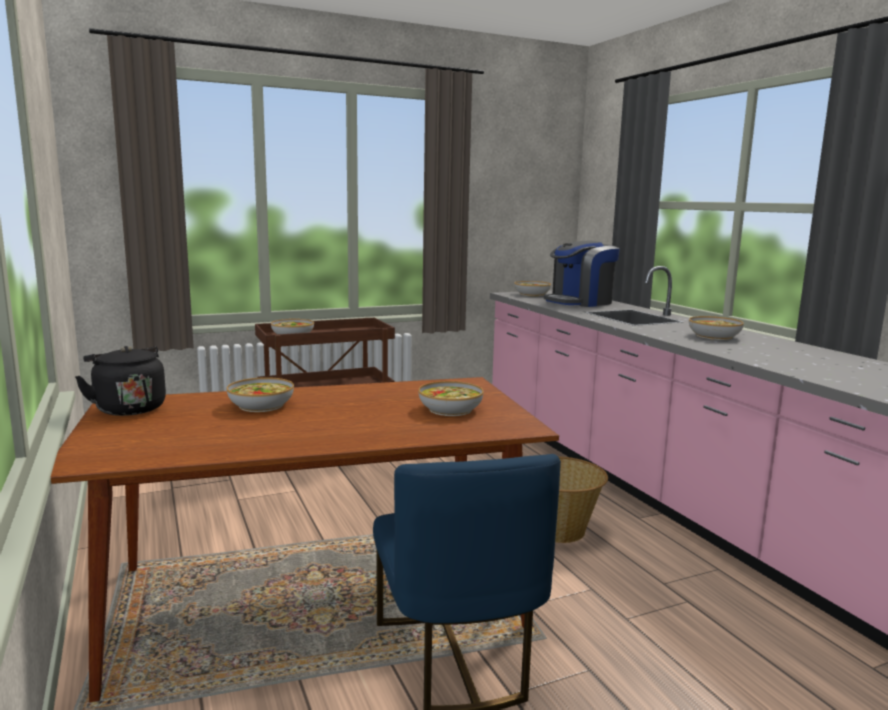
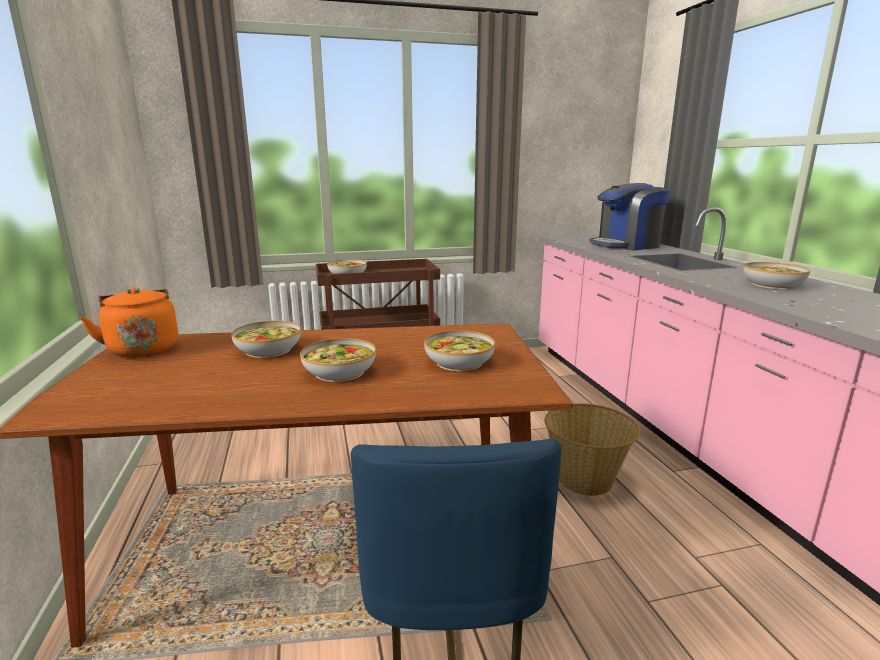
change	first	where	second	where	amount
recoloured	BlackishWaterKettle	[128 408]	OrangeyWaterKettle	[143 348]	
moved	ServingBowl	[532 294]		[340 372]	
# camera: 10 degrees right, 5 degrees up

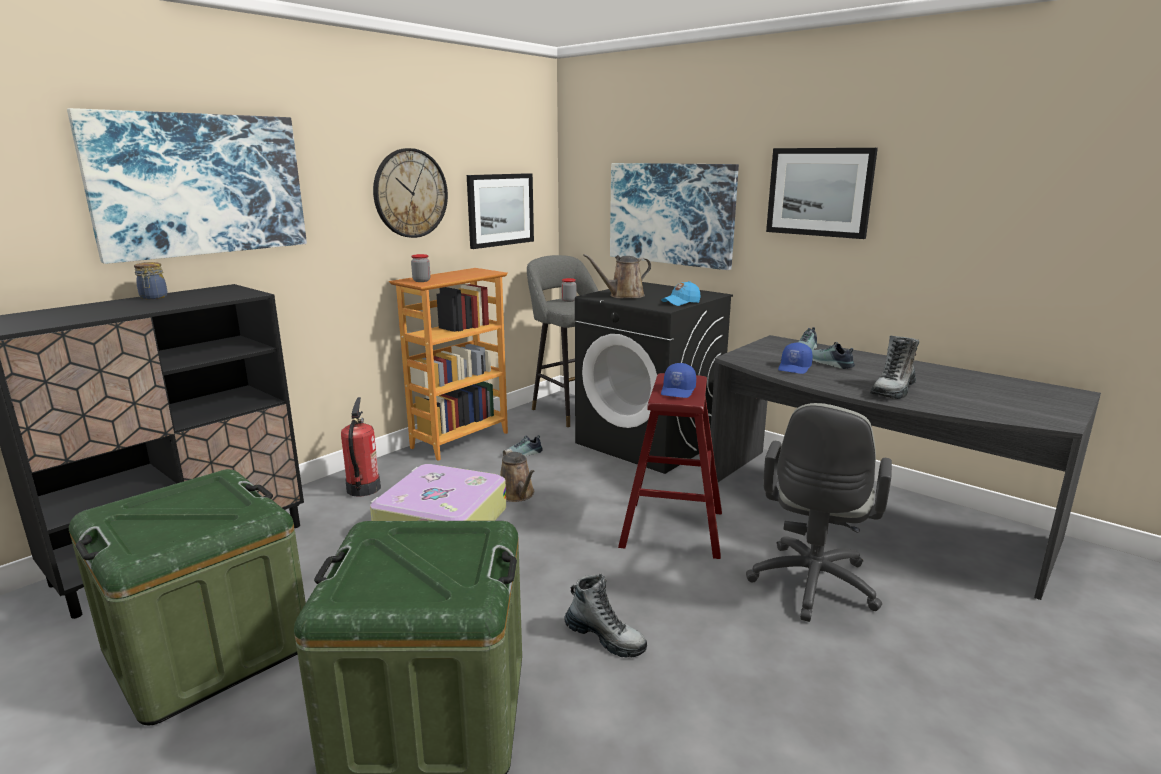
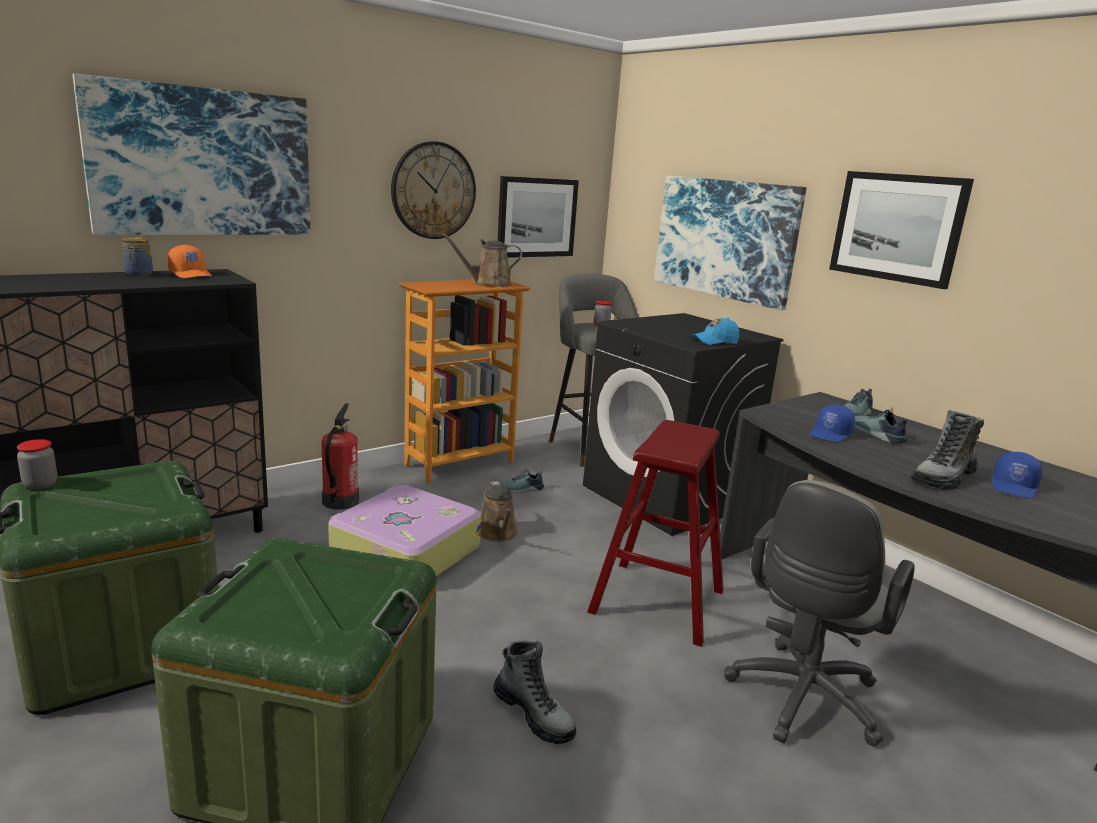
change	first	where	second	where	amount
moved	StorageJar	[421 281]		[40 484]	
added			OrangeyCap	[191 274]	
moved	BrownishSprinklingCan	[623 296]		[488 284]	
moved	BlueCap	[678 391]		[1015 487]	
# camera: 10 degrees right, 0 degrees up

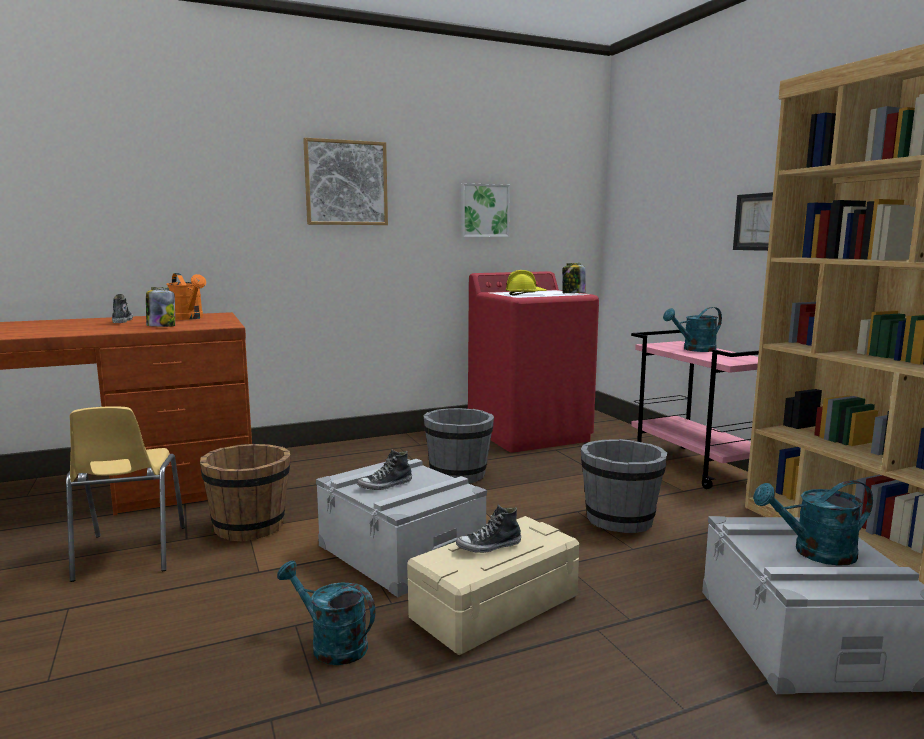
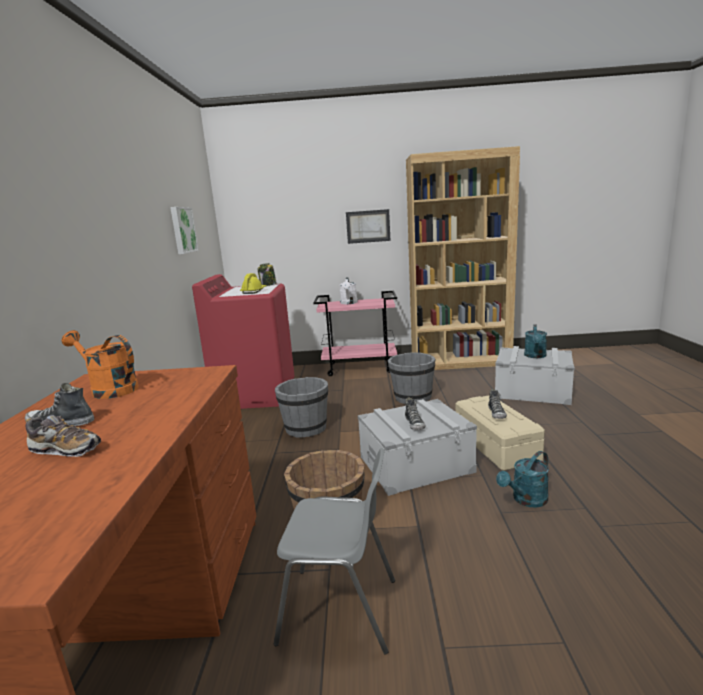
change	first	where	second	where	amount
added			ItemOfFootwear	[66 450]	
turned	OrangeySprinklingCan	[189 318]		[109 389]	135 degrees counterclockwise
recoloured	YellowColouredUprightChair	[129 553]	GreyUprightChair	[340 610]	
recoloured	TurquoiseSprinklingCan	[694 349]	WhitishSprinklingCan	[348 303]	
removed	StorageJar	[161 326]			
removed	WallArt	[346 183]			
# camera: 65 degrees left, 5 degrees up

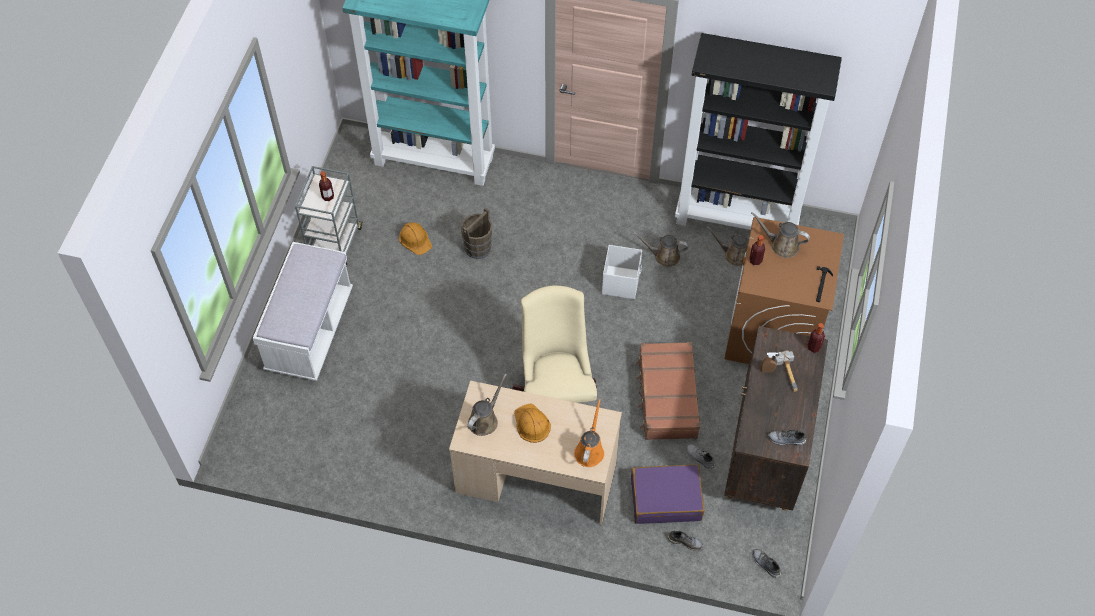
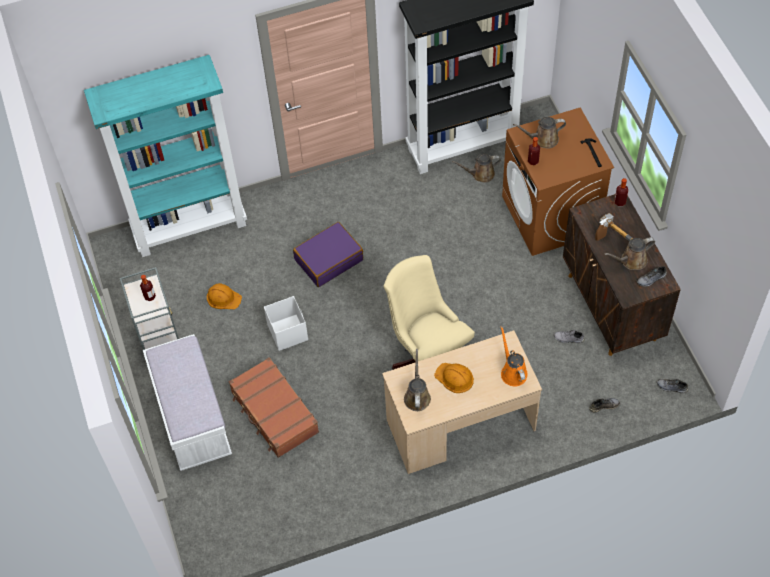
change	first	where	second	where	amount
moved	BrownishTravelCase	[667 397]		[274 413]	
moved	WhitishStorageBin	[621 282]		[288 332]	
moved	PurplishTravelCase	[666 498]		[328 259]	
moved	BrownishSprinklingCan	[664 256]		[631 261]	
removed	BrownishBucket	[478 248]			
# camera: 30 degrees left, 0 degrees up

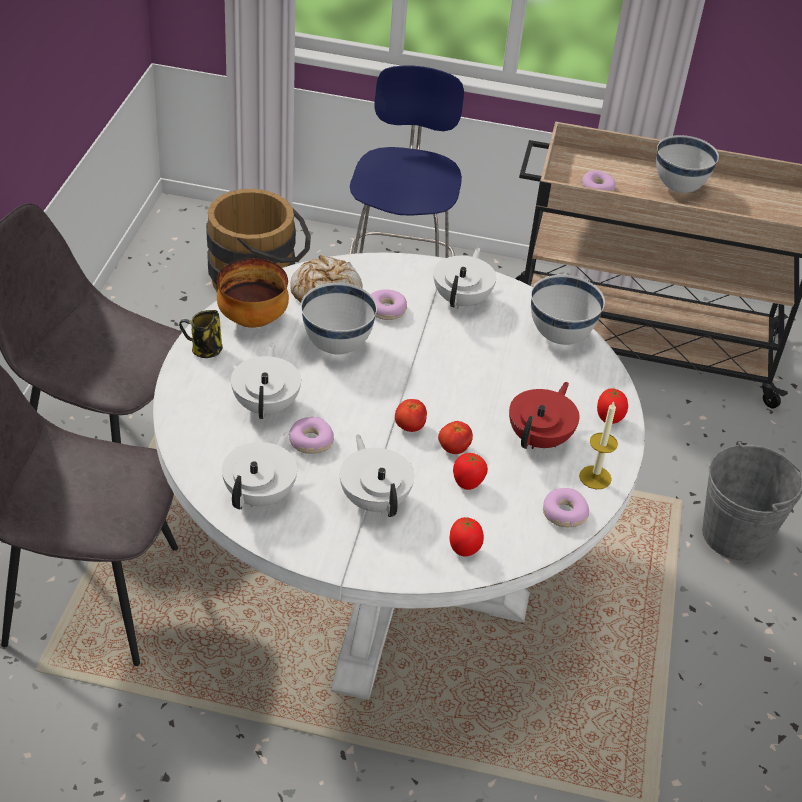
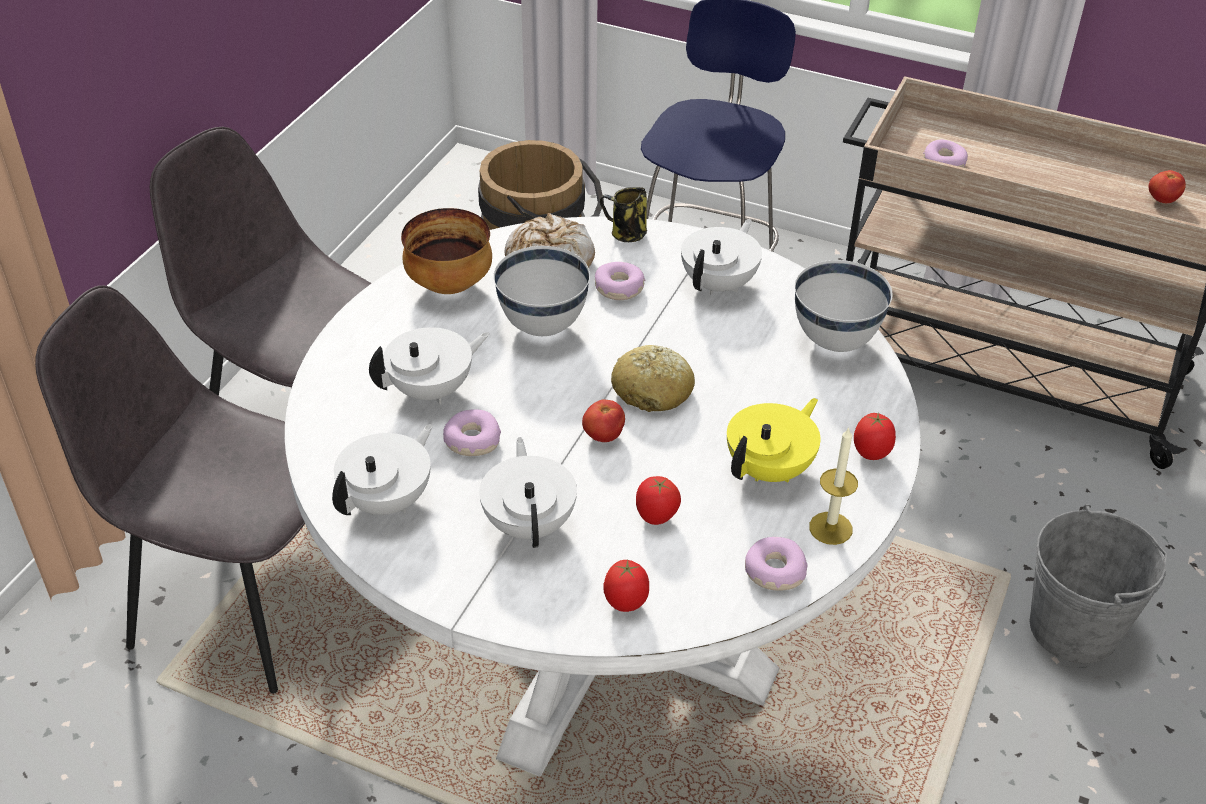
change	first	where	second	where	amount
turned	WhitishPotForTea	[267 405]		[432 390]	45 degrees clockwise
moved	TeaMug	[205 350]		[626 234]	
added			BakedBread	[653 390]	
recoloured	RedPotForTea	[540 438]	YellowColouredPotForTea	[770 469]	
moved	Tomato	[453 449]		[1162 200]	
removed	WhitishServingBowl	[678 187]			
# camera: 15 degrees right, 0 degrees up

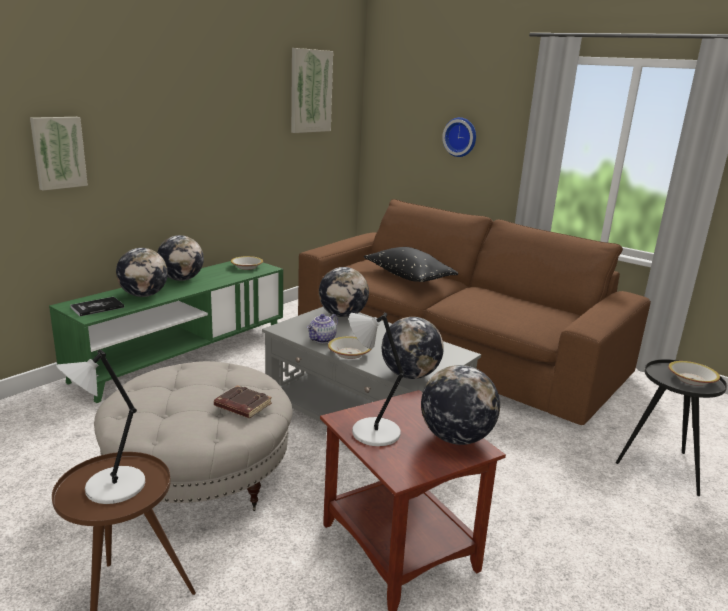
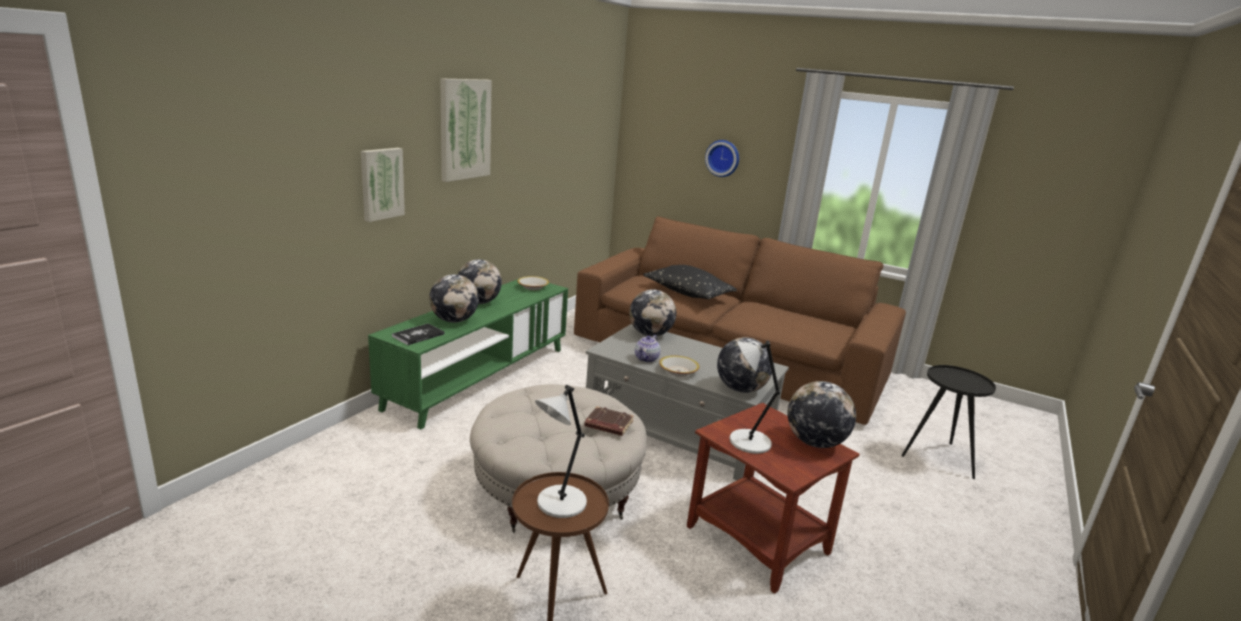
change	first	where	second	where	amount
moved	WallArt	[310 91]		[464 129]	
removed	ServingBowl	[691 379]			
# camera: 10 degrees left, 0 degrees up

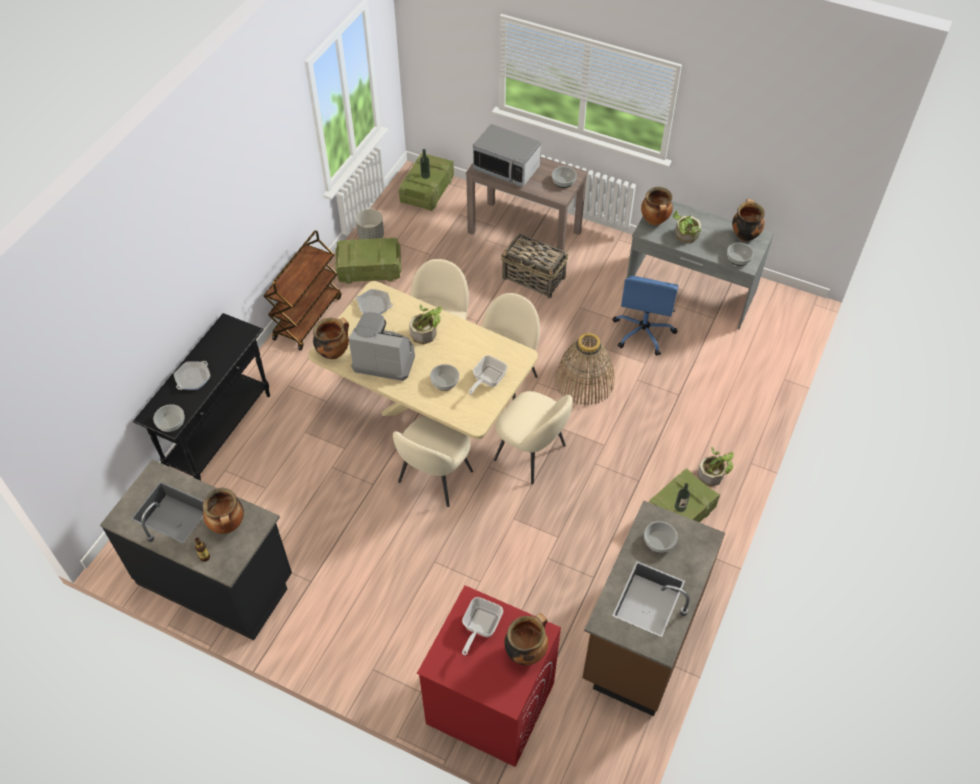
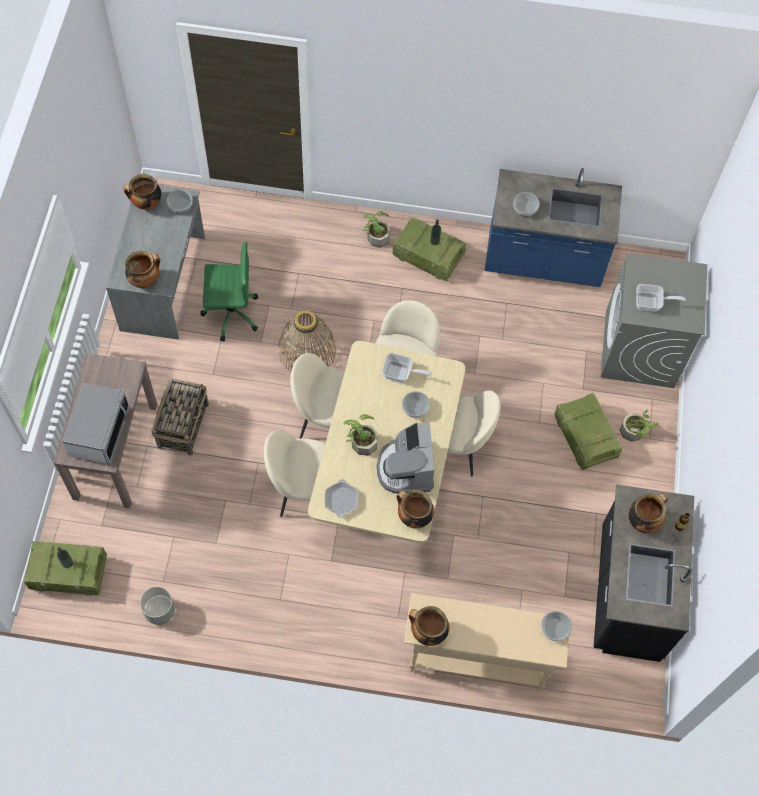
change	first	where	second	where	amount
recoloured	BlueDeskChair	[643 332]	GreenishDeskChair	[230 313]	
recoloured	BlackishHallTable	[220 432]	BeigeColouredHallTable	[476 660]	
moved	Saucepot	[526 651]		[427 632]	
recoloured	BrownishKitchenBaseUnit	[641 636]	BlueKitchenBaseUnit	[543 262]	
moved	ShippingCrate	[368 269]		[585 438]	
recoloured	RedLaundryMachine	[489 703]	GreyLaundryMachine	[639 349]	
moved	Houseplant	[684 236]		[635 432]	
removed	Skillet	[193 378]			
removed	BrownishWheeledCart	[307 317]			
removed	ServingBowl	[564 181]			
# camera: 110 degrees left, 10 degrees up

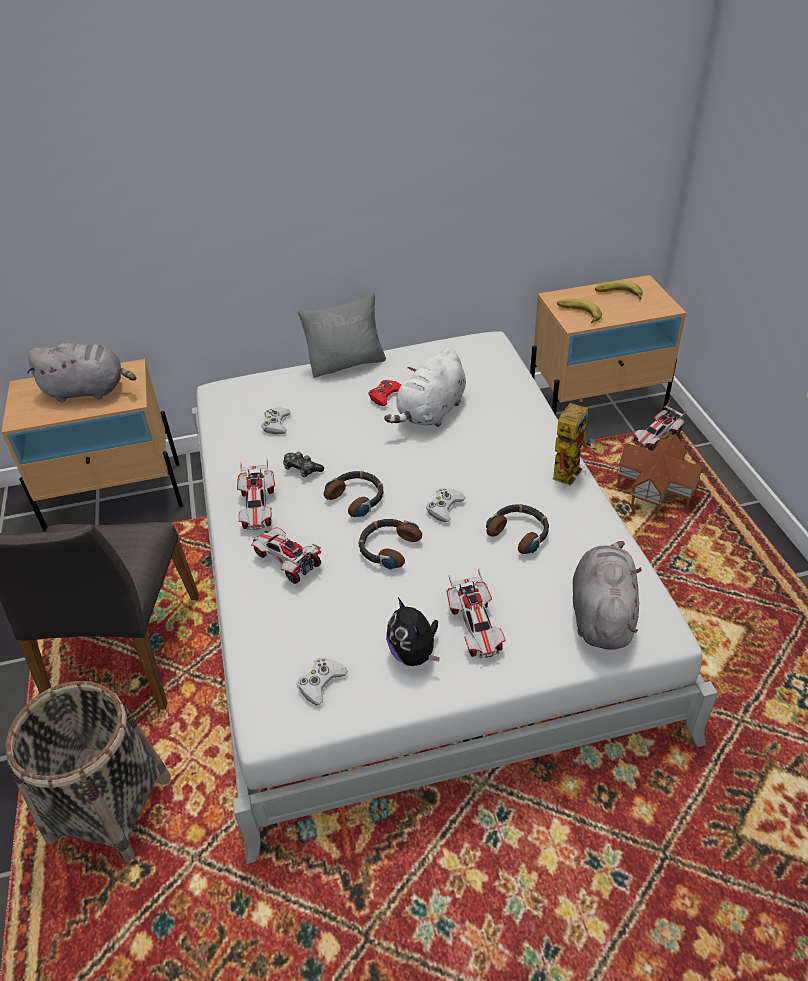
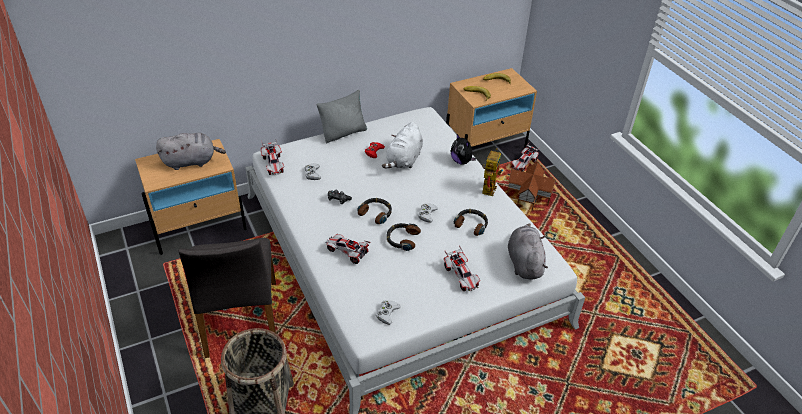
change	first	where	second	where	amount
moved	ModelCar	[258 508]		[273 164]	
moved	PlushToy	[414 654]		[461 161]	
# camera: 15 degrees left, 0 degrees up

